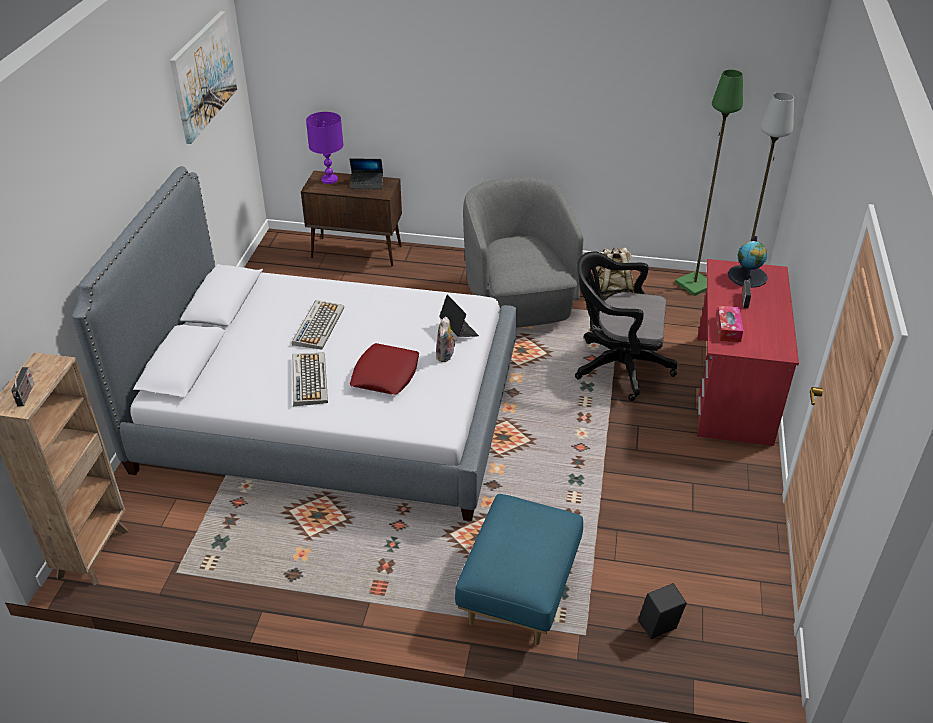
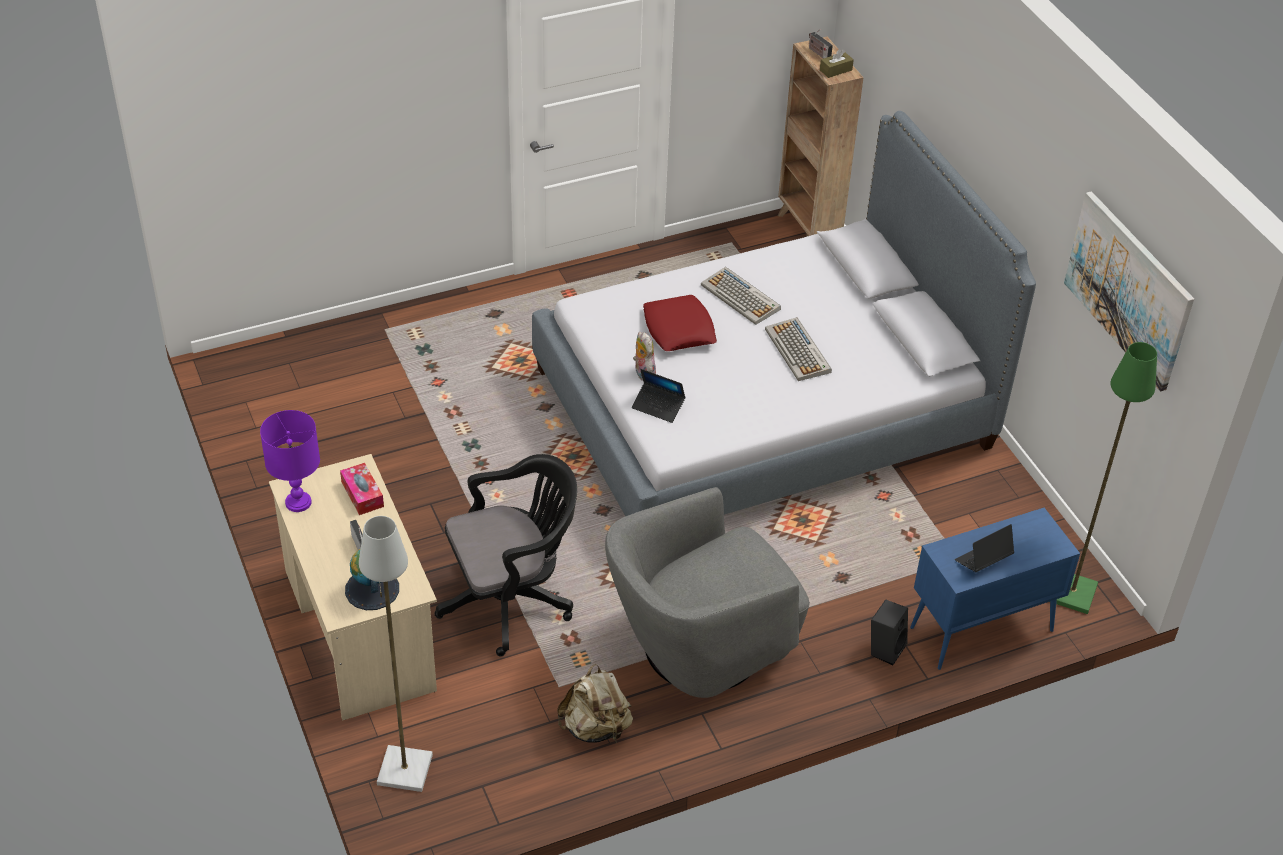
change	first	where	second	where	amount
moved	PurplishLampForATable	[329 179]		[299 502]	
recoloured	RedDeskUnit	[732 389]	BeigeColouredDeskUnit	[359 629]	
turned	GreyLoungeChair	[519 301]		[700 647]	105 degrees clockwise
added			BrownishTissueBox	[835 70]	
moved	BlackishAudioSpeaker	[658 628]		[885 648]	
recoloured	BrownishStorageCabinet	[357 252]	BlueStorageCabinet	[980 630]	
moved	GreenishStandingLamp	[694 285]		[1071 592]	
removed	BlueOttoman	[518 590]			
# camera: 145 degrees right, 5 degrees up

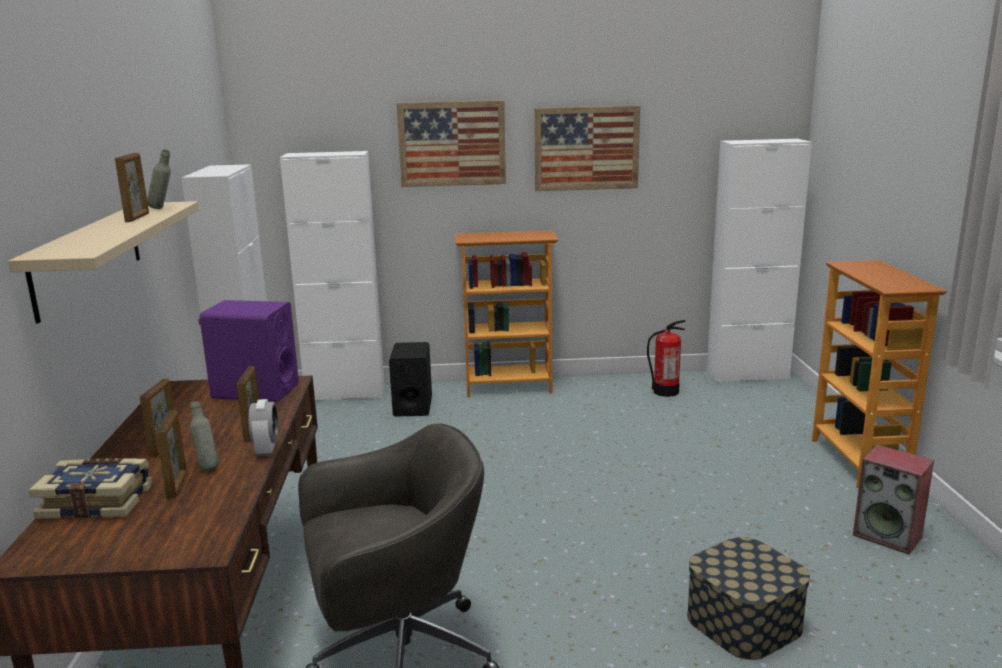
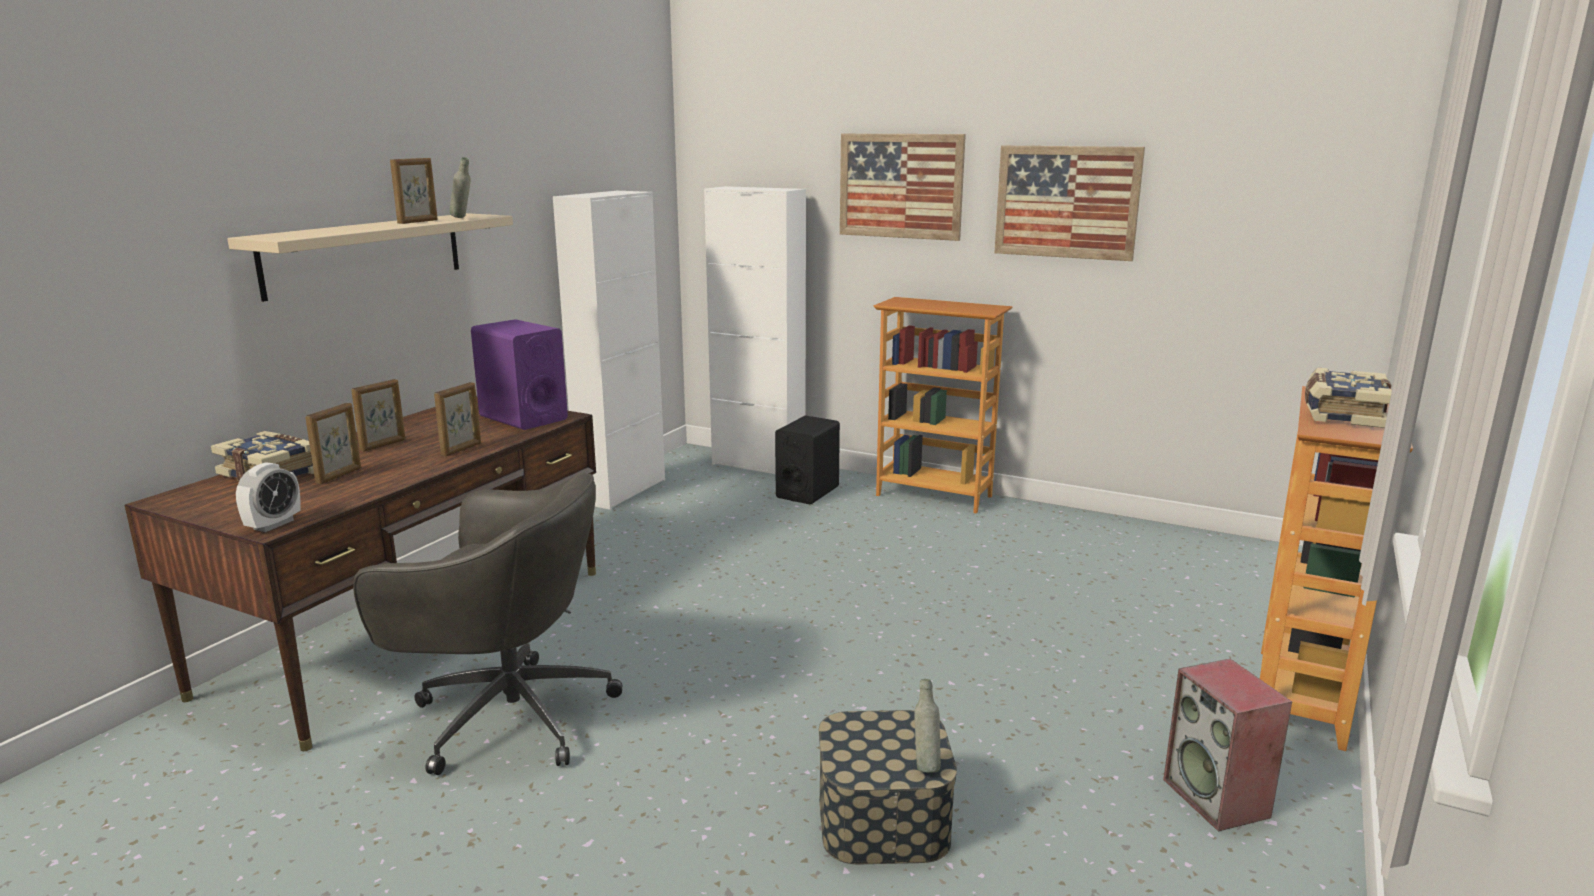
change	first	where	second	where	amount
moved	AlarmClock	[266 449]		[273 524]	
moved	GreyDrinkBottle	[207 467]		[925 765]	
added			Book	[1342 414]	
removed	Extinguisher	[665 391]			
removed	WhitishStorageCabinet	[747 375]			
# camera: 30 degrees right, 0 degrees up

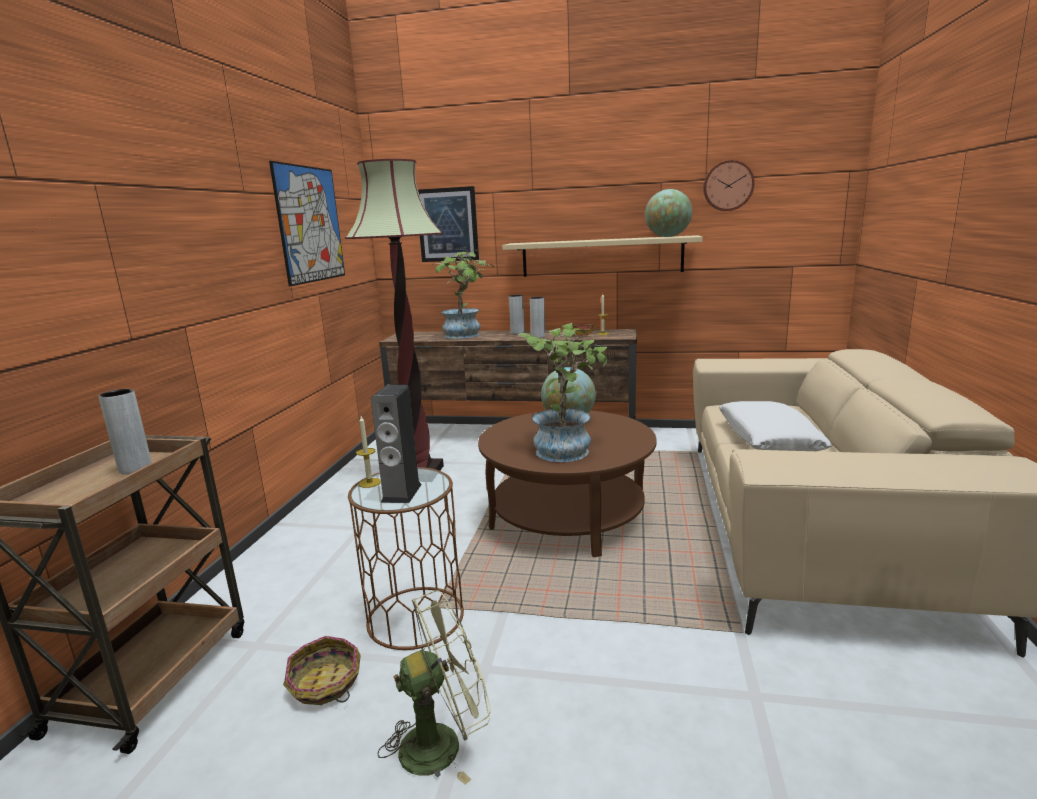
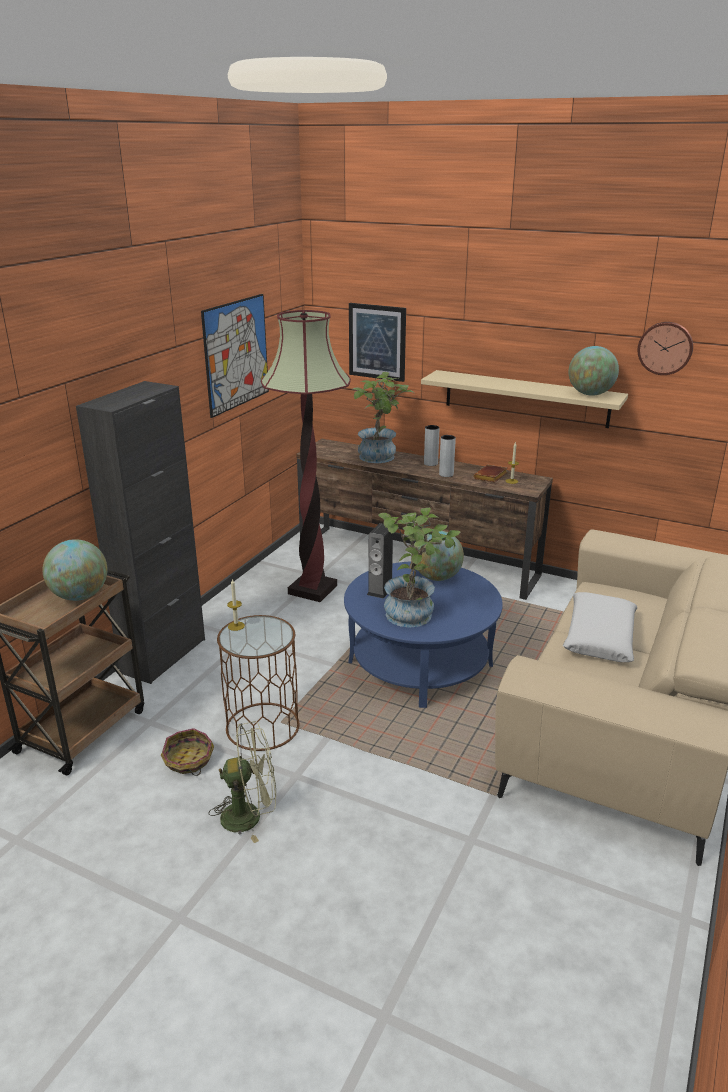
change	first	where	second	where	amount
replaced	GreyVase	[135 468]	Globe	[80 596]	
added			BlackishStorageCabinet	[163 656]	
recoloured	BrownishLoungeTable	[568 516]	BlueLoungeTable	[420 663]	
moved	AudioSpeaker	[401 493]		[380 590]	
# camera: 15 degrees right, 10 degrees up

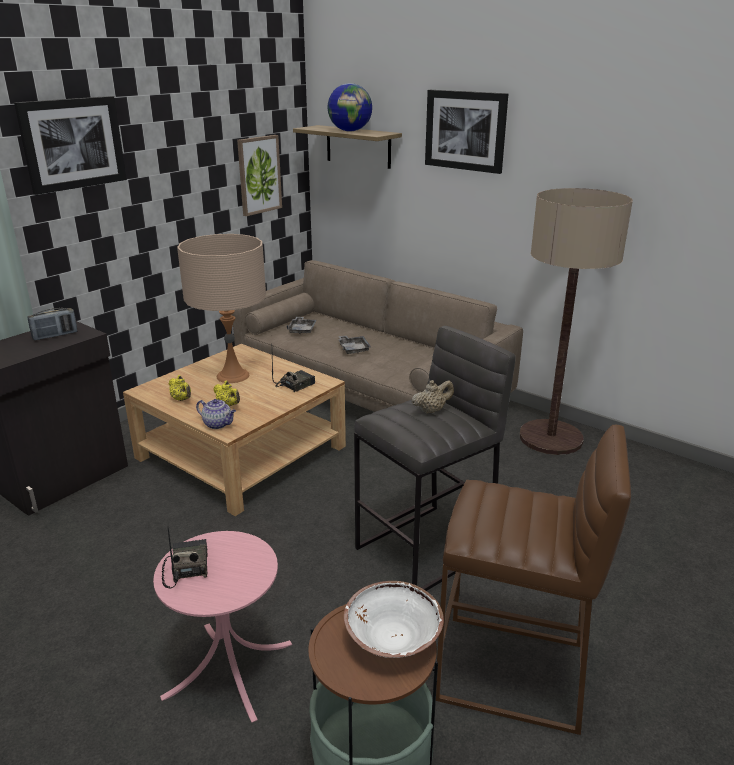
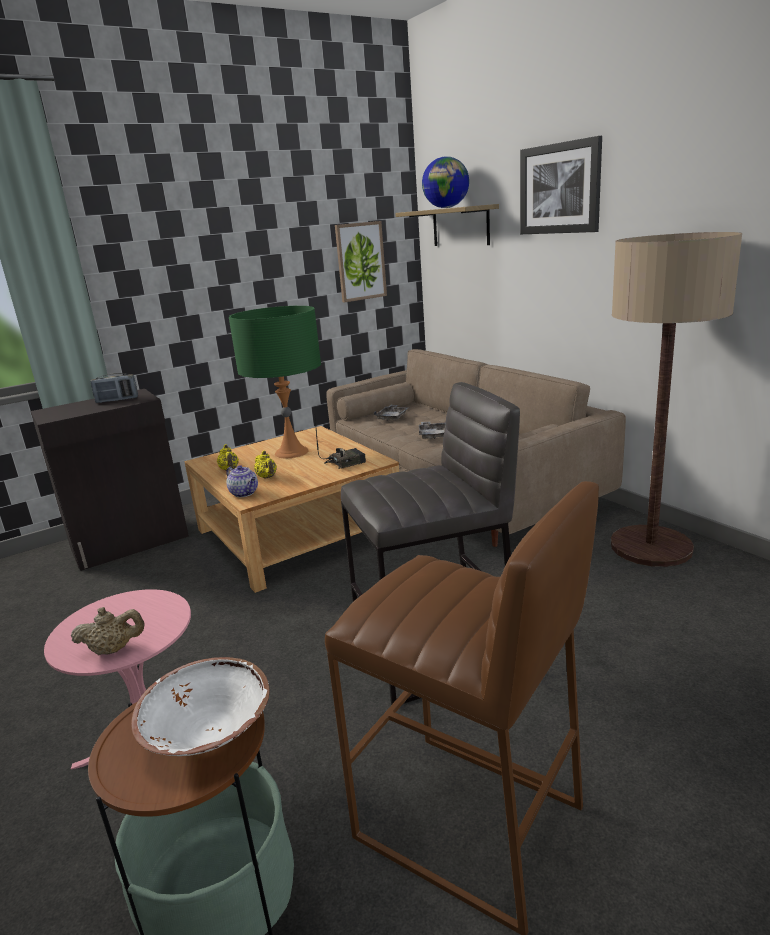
change	first	where	second	where	amount
moved	BeigeColouredPotForTea	[431 410]		[113 649]	
recoloured	BeigeColouredLampForATable	[233 376]	GreenishLampForATable	[291 452]	
removed	WallArt	[73 143]			
removed	RadioReceiver	[186 568]			
# camera: 20 degrees right, 5 degrees down

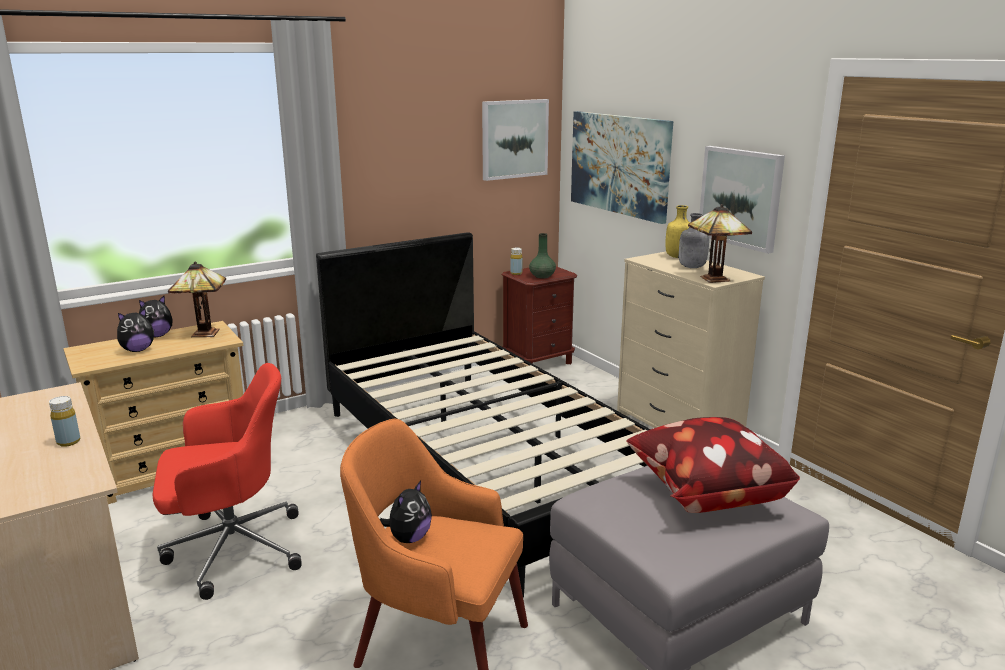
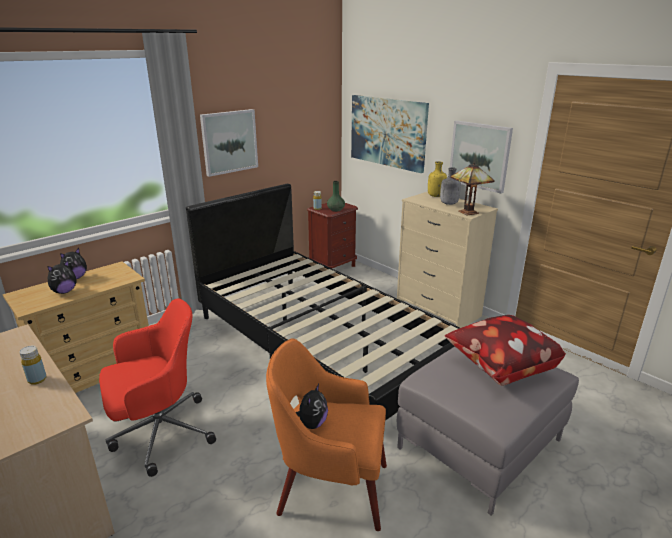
change	first	where	second	where	amount
moved	WallArt	[514 139]		[229 142]	
removed	LampForATable	[203 334]			
# camera: 10 degrees left, 5 degrees up

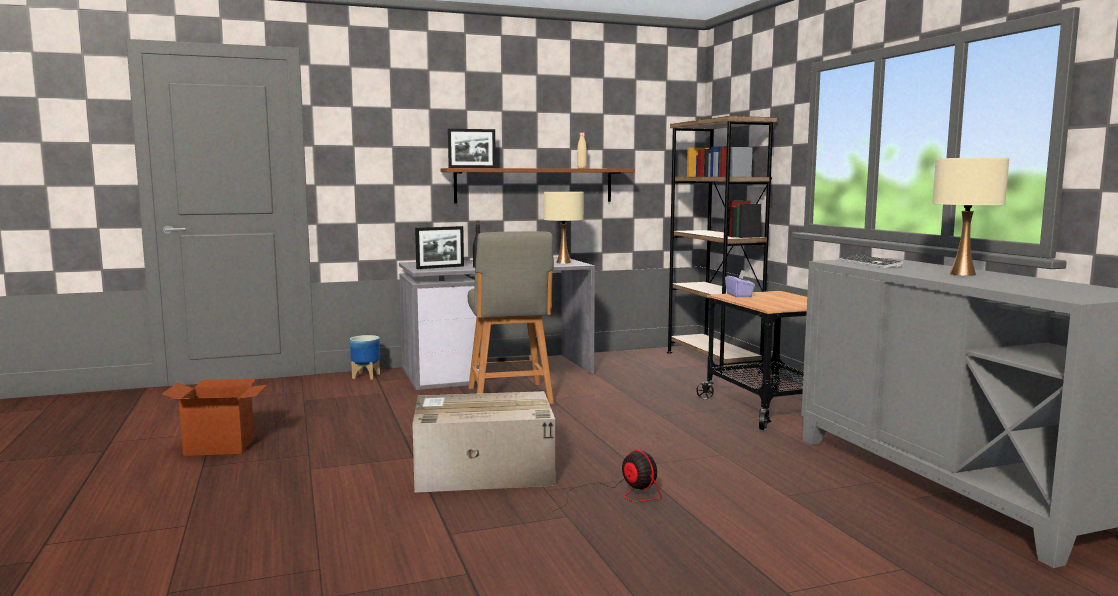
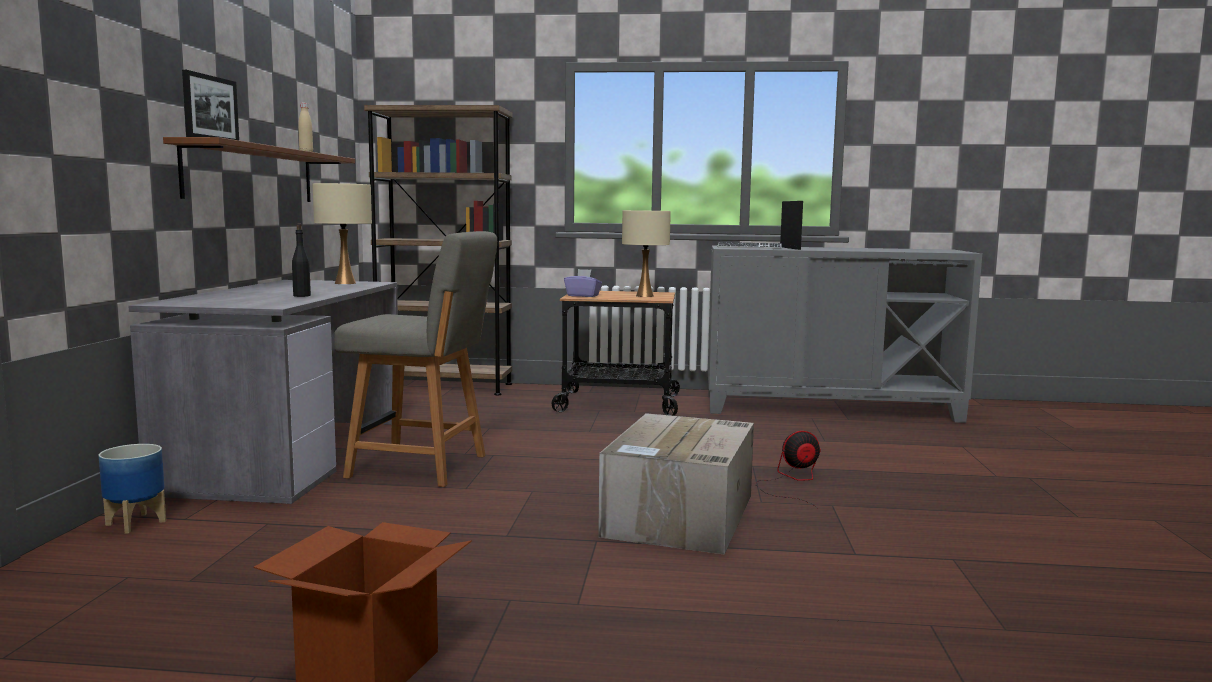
change	first	where	second	where	amount
moved	BeigeColouredLampForATable	[962 274]		[645 296]	
moved	PhotoFrame	[440 267]		[790 248]	
# camera: 65 degrees left, 0 degrees up

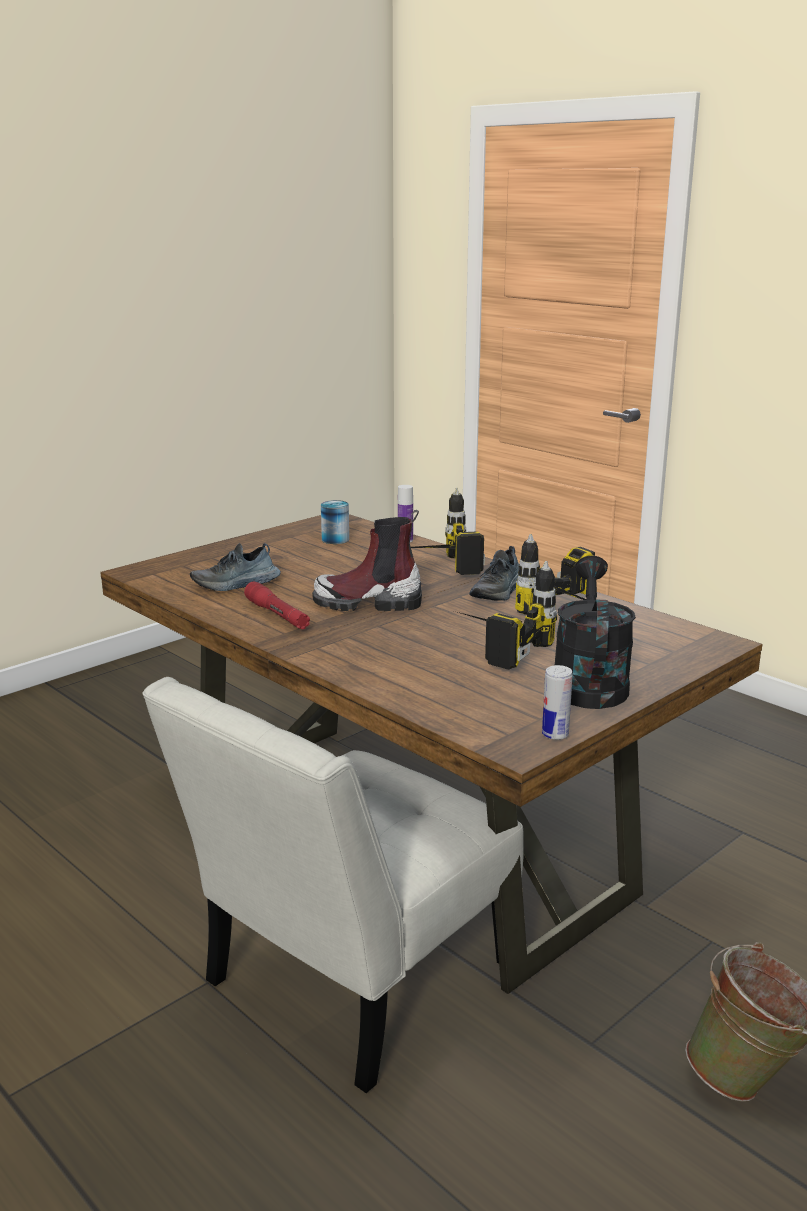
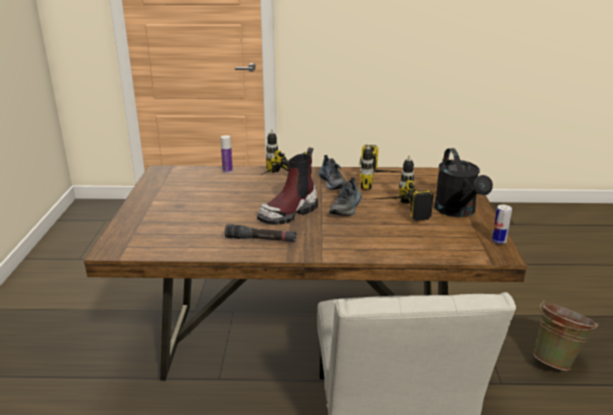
change	first	where	second	where	amount
recoloured	RedTorch	[277 615]	BlackishTorch	[261 239]	
moved	ItemOfFootwear	[236 584]		[347 208]	
turned	BlackishSprinklingCan	[588 682]		[458 211]	150 degrees counterclockwise
removed	MetalCan	[335 539]			
# camera: 45 degrees left, 5 degrees up

